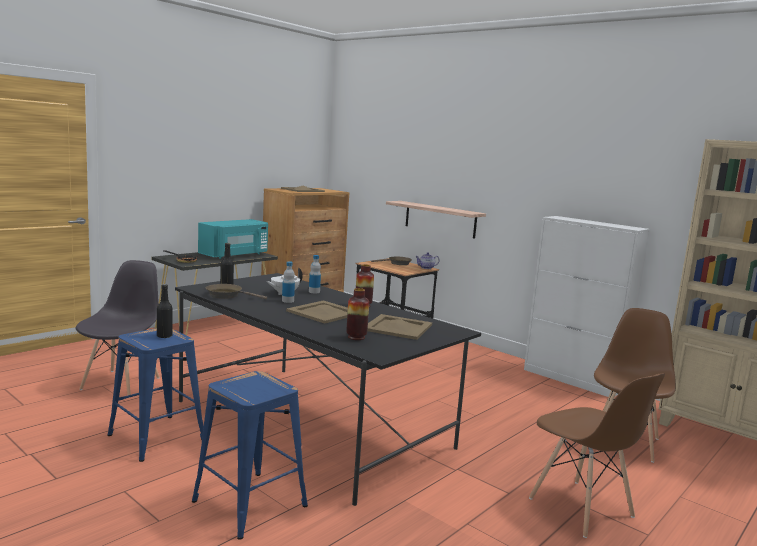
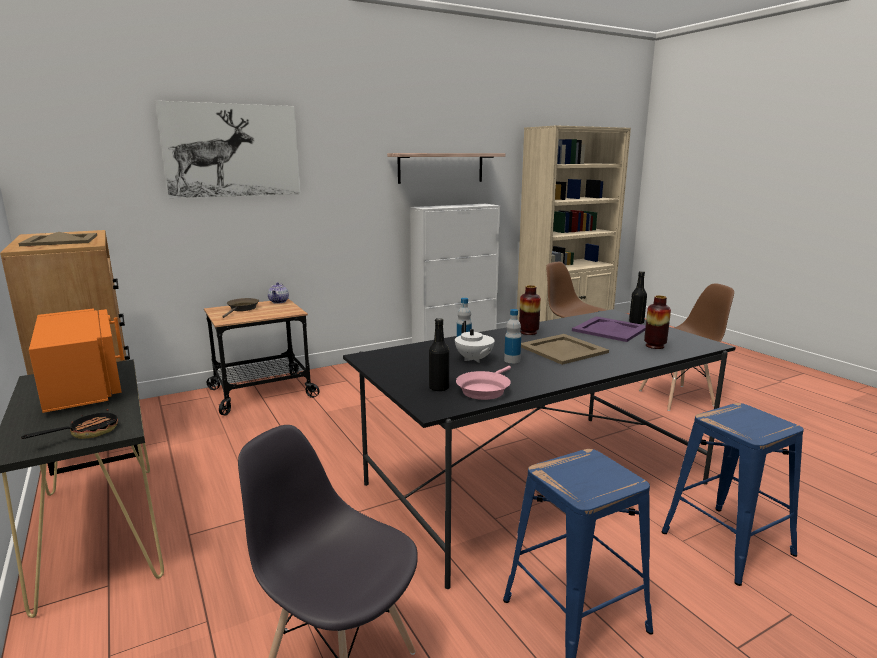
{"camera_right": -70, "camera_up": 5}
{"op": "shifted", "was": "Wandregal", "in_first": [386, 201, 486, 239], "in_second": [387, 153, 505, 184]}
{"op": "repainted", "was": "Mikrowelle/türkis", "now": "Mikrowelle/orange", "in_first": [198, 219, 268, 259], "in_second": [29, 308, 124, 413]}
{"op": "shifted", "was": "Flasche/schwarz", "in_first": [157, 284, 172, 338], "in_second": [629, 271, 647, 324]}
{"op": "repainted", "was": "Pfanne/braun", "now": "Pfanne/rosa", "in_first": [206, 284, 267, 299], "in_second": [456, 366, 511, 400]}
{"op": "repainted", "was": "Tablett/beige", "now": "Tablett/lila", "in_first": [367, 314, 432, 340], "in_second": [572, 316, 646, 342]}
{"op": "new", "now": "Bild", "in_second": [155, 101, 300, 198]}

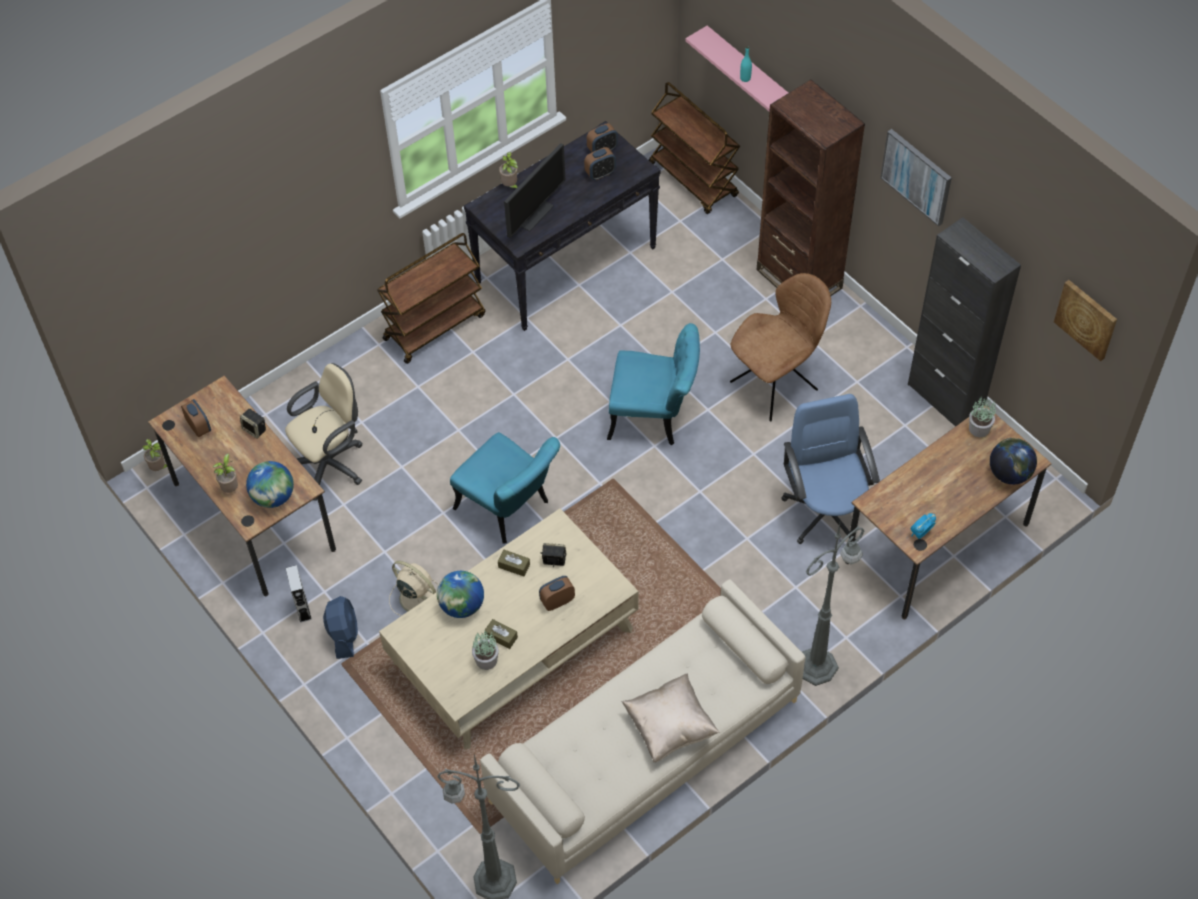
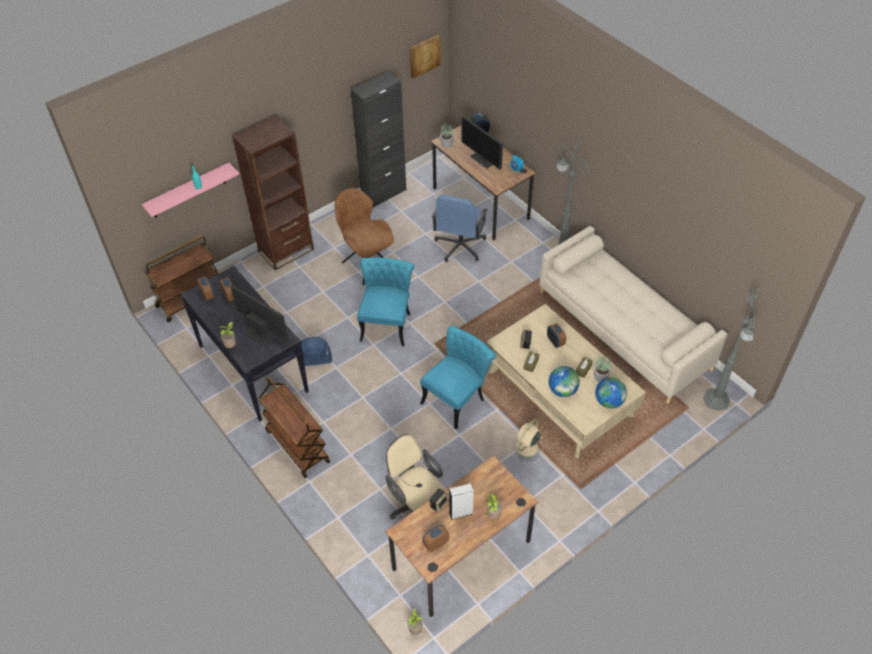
{"camera_right": -90, "camera_up": -5}
{"op": "gone", "was": "Bild", "in_first": [880, 129, 952, 226]}
{"op": "rotated", "was": "Bürostuhl/blau", "in_first": [782, 394, 880, 544], "in_second": [432, 195, 488, 262], "clockwise": -60}
{"op": "shifted", "was": "Globus", "in_first": [246, 461, 294, 508], "in_second": [595, 377, 627, 408]}
{"op": "shifted", "was": "Lautsprecher/grau", "in_first": [286, 565, 312, 623], "in_second": [449, 483, 474, 520]}
{"op": "shifted", "was": "Ventilator/blau", "in_first": [323, 596, 358, 659], "in_second": [301, 337, 332, 366]}
{"op": "gone", "was": "Kissen/beige", "in_first": [622, 674, 719, 762]}
{"op": "new", "now": "Monitor", "in_second": [461, 116, 503, 169]}

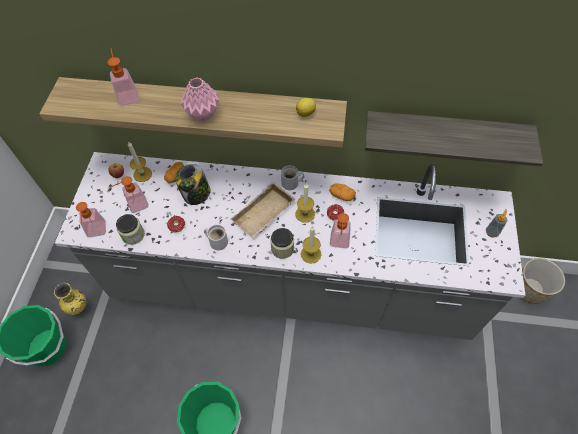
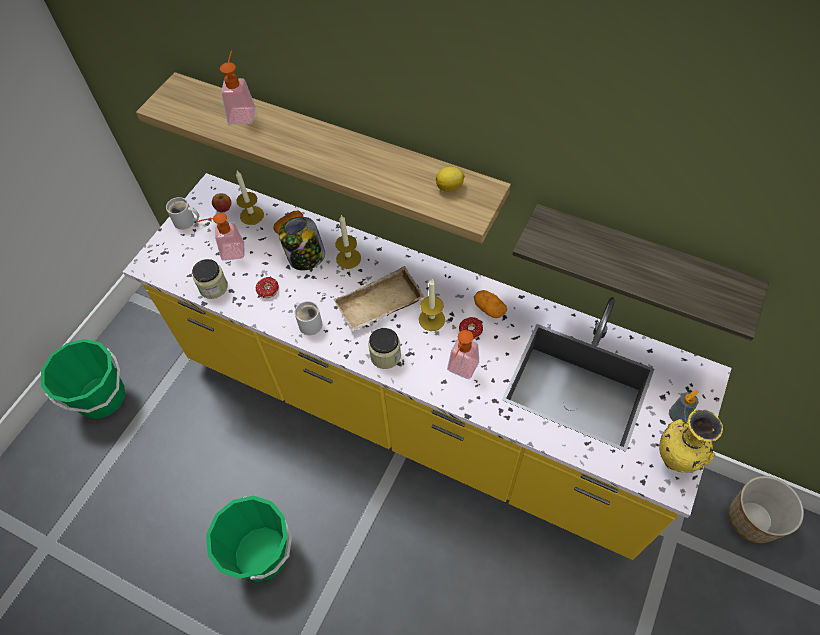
{"camera_right": 20, "camera_up": 0}
{"op": "gone", "was": "Vase/rosa", "in_first": [181, 77, 219, 122]}
{"op": "repainted", "was": "Küchenzeile/grau", "now": "Küchenzeile/gelb", "in_first": [55, 152, 525, 340], "in_second": [123, 173, 731, 560]}
{"op": "shifted", "was": "Henkelbecher/weiß", "in_first": [281, 165, 304, 190], "in_second": [166, 197, 199, 230]}
{"op": "gone", "was": "Seifenspender", "in_first": [76, 202, 106, 238]}
{"op": "shifted", "was": "Kerze", "in_first": [301, 226, 321, 264], "in_second": [335, 214, 361, 269]}
{"op": "shifted", "was": "Vase/gelb", "in_first": [54, 283, 87, 315], "in_second": [659, 409, 723, 473]}

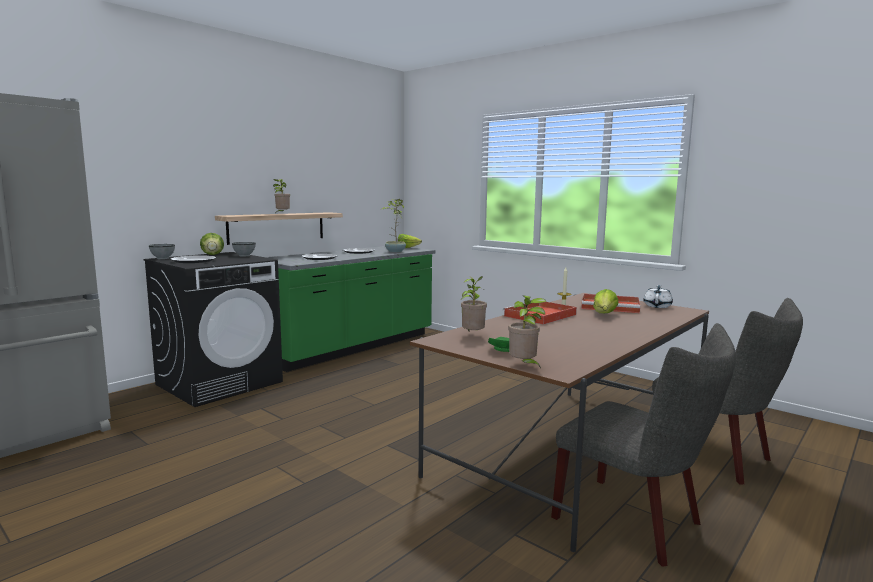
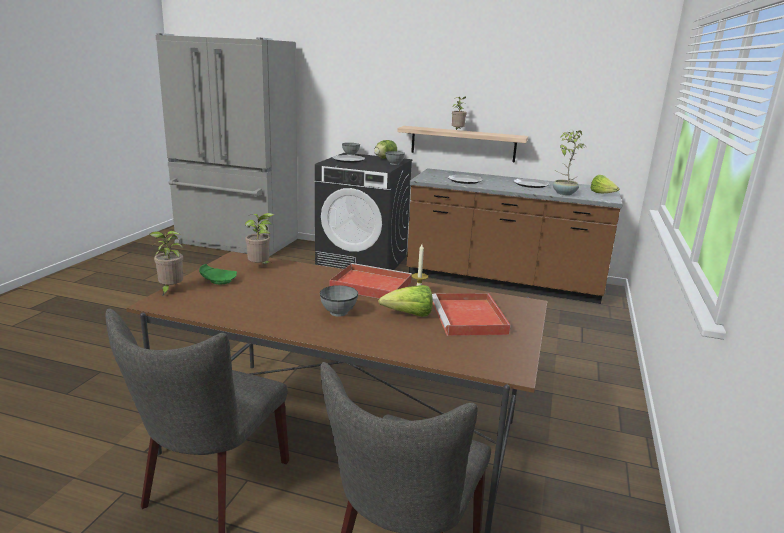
{"camera_right": 65, "camera_up": 10}
{"op": "repainted", "was": "Küchenzeile/grün", "now": "Küchenzeile/braun", "in_first": [266, 246, 436, 372], "in_second": [407, 168, 623, 304]}
{"op": "gone", "was": "Teekanne/weiß", "in_first": [643, 285, 673, 308]}
{"op": "new", "now": "Schüssel/grau", "in_second": [320, 285, 358, 317]}

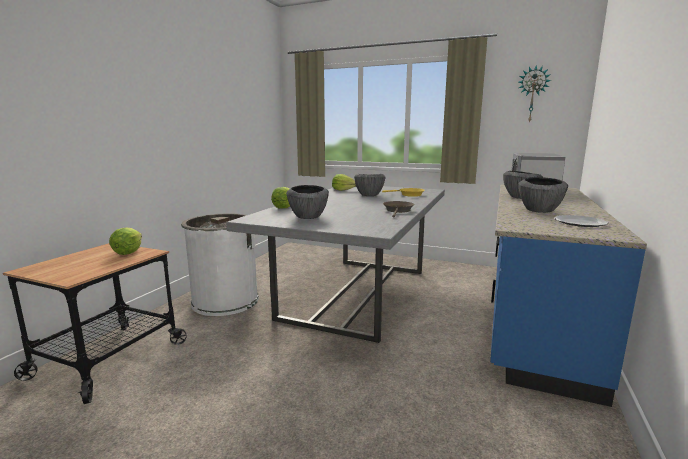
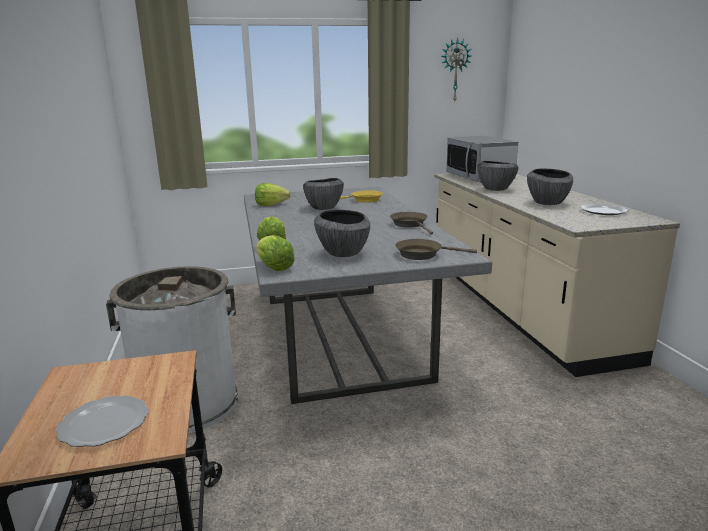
{"camera_right": -35, "camera_up": 5}
{"op": "repainted", "was": "Küchenzeile/blau", "now": "Küchenzeile/beige", "in_first": [490, 185, 647, 407], "in_second": [434, 173, 680, 377]}
{"op": "shifted", "was": "Salatkopf", "in_first": [109, 227, 142, 255], "in_second": [256, 235, 295, 271]}
{"op": "new", "now": "Pfanne/braun", "in_second": [395, 239, 477, 260]}
{"op": "new", "now": "Teller", "in_second": [56, 395, 149, 447]}

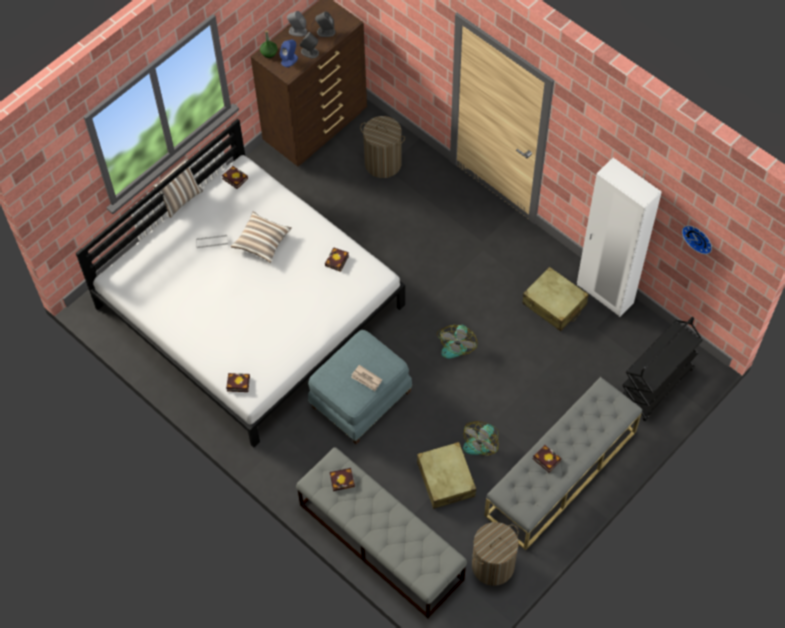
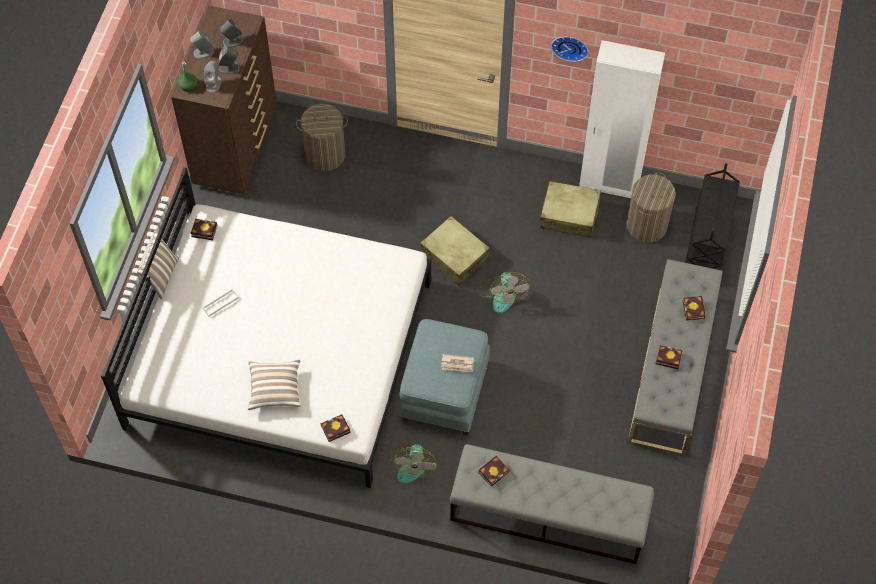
{"camera_right": -30, "camera_up": 0}
{"op": "repainted", "was": "Lautsprecher/blau", "now": "Lautsprecher/grau", "in_first": [280, 40, 298, 67], "in_second": [204, 61, 222, 93]}
{"op": "shifted", "was": "Kissen", "in_first": [231, 211, 292, 263], "in_second": [248, 360, 300, 410]}
{"op": "shifted", "was": "Wanduhr", "in_first": [682, 225, 712, 254], "in_second": [551, 37, 588, 62]}
{"op": "shifted", "was": "Buch", "in_first": [325, 247, 349, 272], "in_second": [683, 296, 706, 321]}
{"op": "shifted", "was": "Ventilator", "in_first": [463, 421, 499, 455], "in_second": [388, 444, 437, 484]}
{"op": "shifted", "was": "Koffer/beige", "in_first": [417, 442, 476, 509], "in_second": [420, 216, 490, 286]}
{"op": "shifted", "was": "Wäschekorb", "in_first": [472, 522, 519, 586], "in_second": [626, 172, 676, 242]}

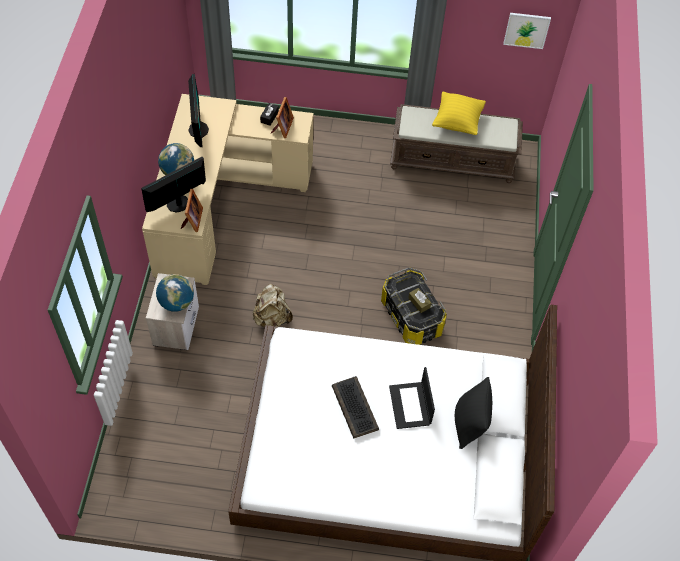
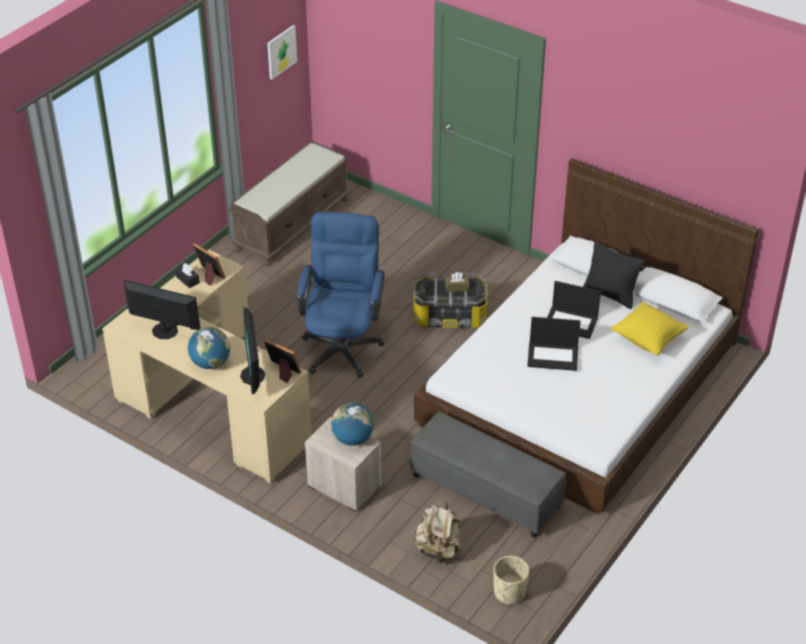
{"camera_right": -60, "camera_up": -15}
{"op": "shifted", "was": "Kissen/gelb", "in_first": [432, 92, 486, 135], "in_second": [611, 302, 689, 355]}
{"op": "shifted", "was": "Rucksack/beige", "in_first": [253, 284, 293, 327], "in_second": [415, 502, 463, 563]}
{"op": "swapped", "was": "Tastatur", "now": "Laptop", "in_first": [332, 376, 379, 438], "in_second": [527, 317, 581, 371]}
{"op": "new", "now": "Bürostuhl/blau", "in_second": [297, 212, 385, 378]}
{"op": "new", "now": "Polsterhocker/grau", "in_second": [410, 411, 566, 538]}
{"op": "new", "now": "Pflanzkübel/beige", "in_second": [493, 556, 529, 605]}

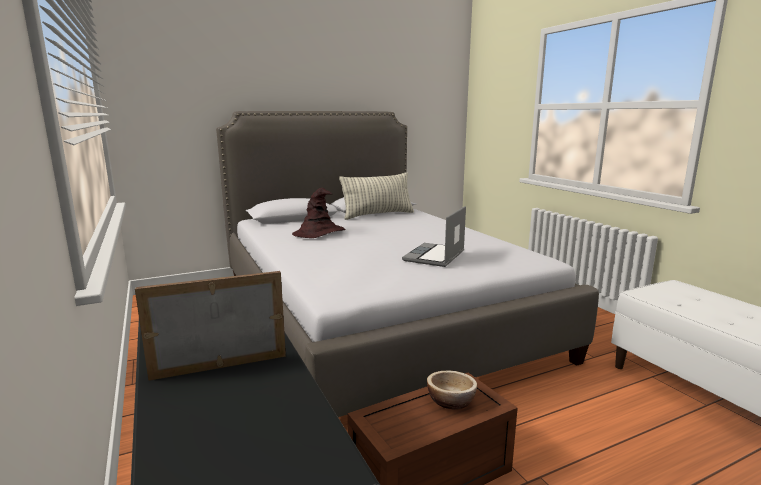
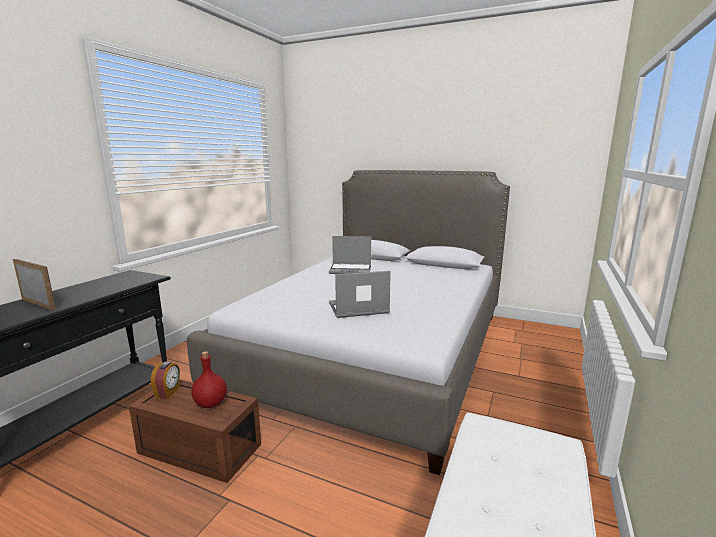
{"camera_right": 50, "camera_up": 0}
{"op": "gone", "was": "Kissen", "in_first": [339, 172, 414, 220]}
{"op": "swapped", "was": "Hut/braun", "now": "Laptop", "in_first": [292, 188, 346, 238], "in_second": [329, 236, 371, 274]}
{"op": "swapped", "was": "Schüssel", "now": "Flasche/rot", "in_first": [427, 371, 477, 409], "in_second": [191, 351, 227, 408]}
{"op": "new", "now": "Wecker", "in_second": [151, 361, 180, 399]}

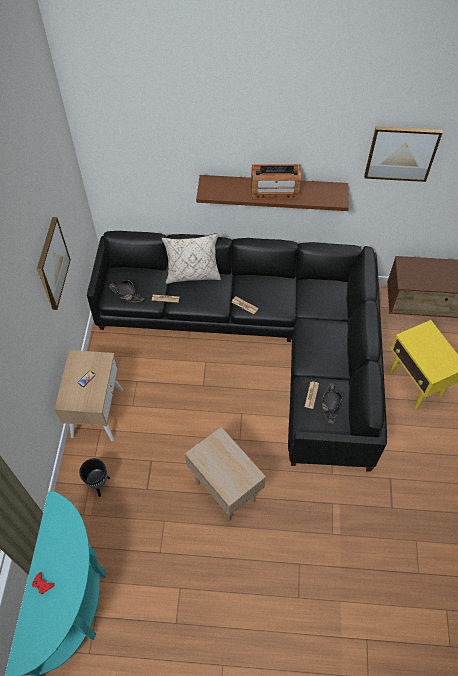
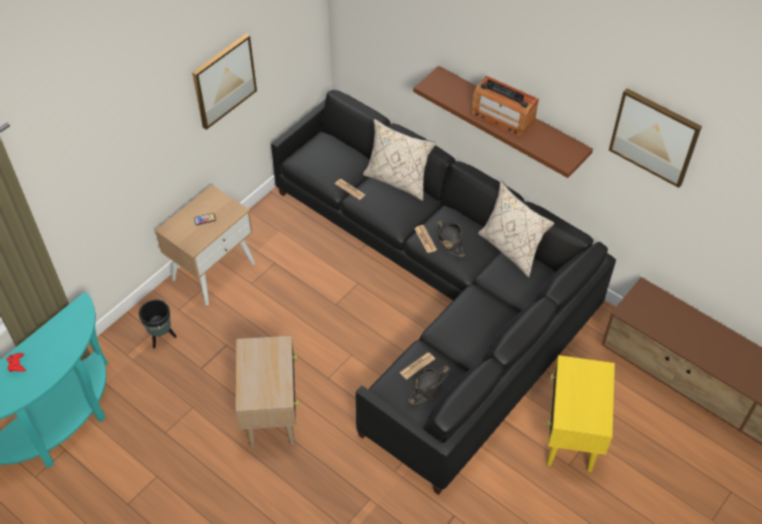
{"camera_right": 35, "camera_up": -5}
{"op": "shifted", "was": "Hut/schwarz", "in_first": [109, 280, 145, 302], "in_second": [436, 221, 465, 257]}
{"op": "new", "now": "Kissen/beige", "in_second": [478, 181, 554, 277]}

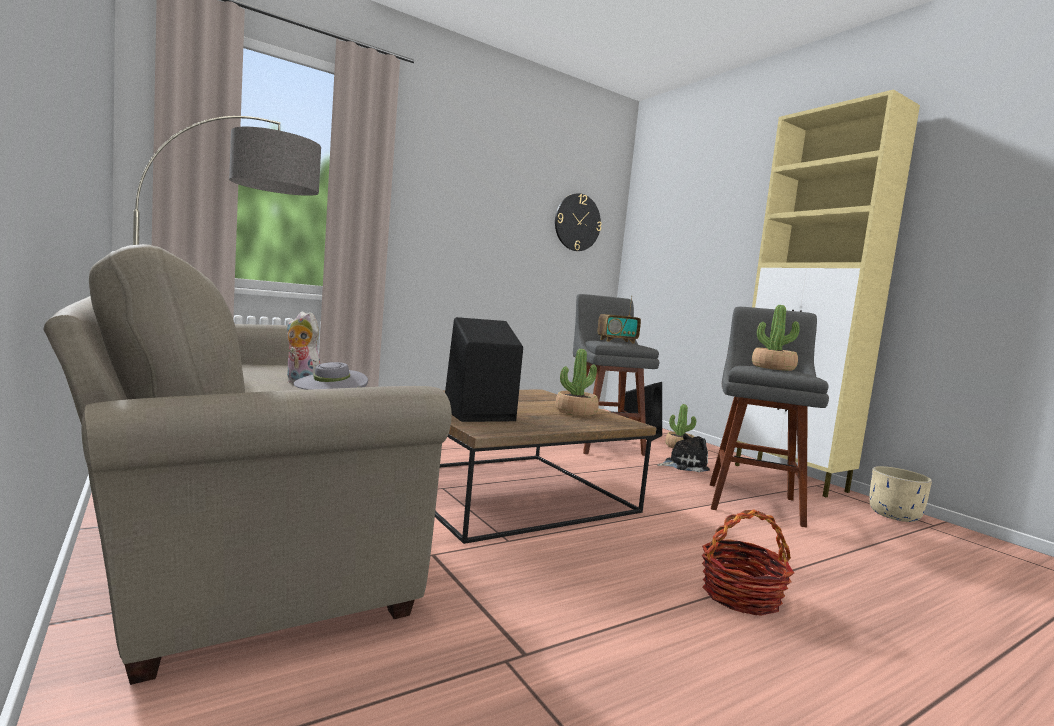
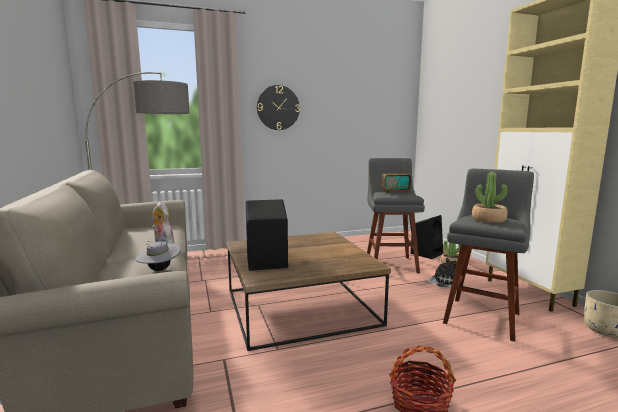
{"camera_right": 15, "camera_up": 5}
{"op": "shifted", "was": "Wanduhr", "in_first": [555, 193, 602, 251], "in_second": [257, 85, 300, 130]}
{"op": "gone", "was": "Topfpflanze", "in_first": [555, 349, 599, 416]}

